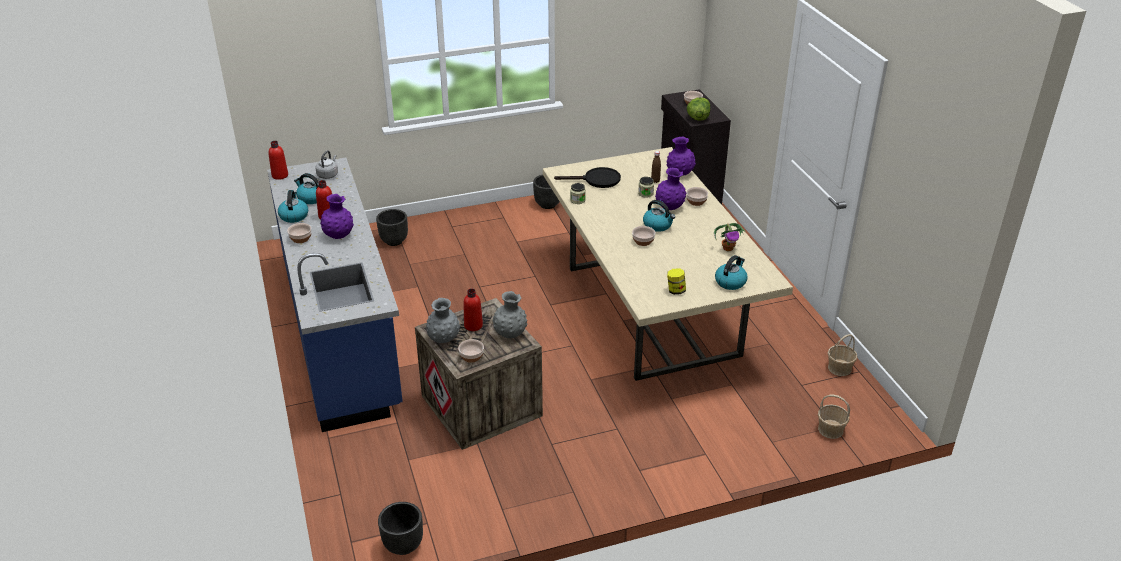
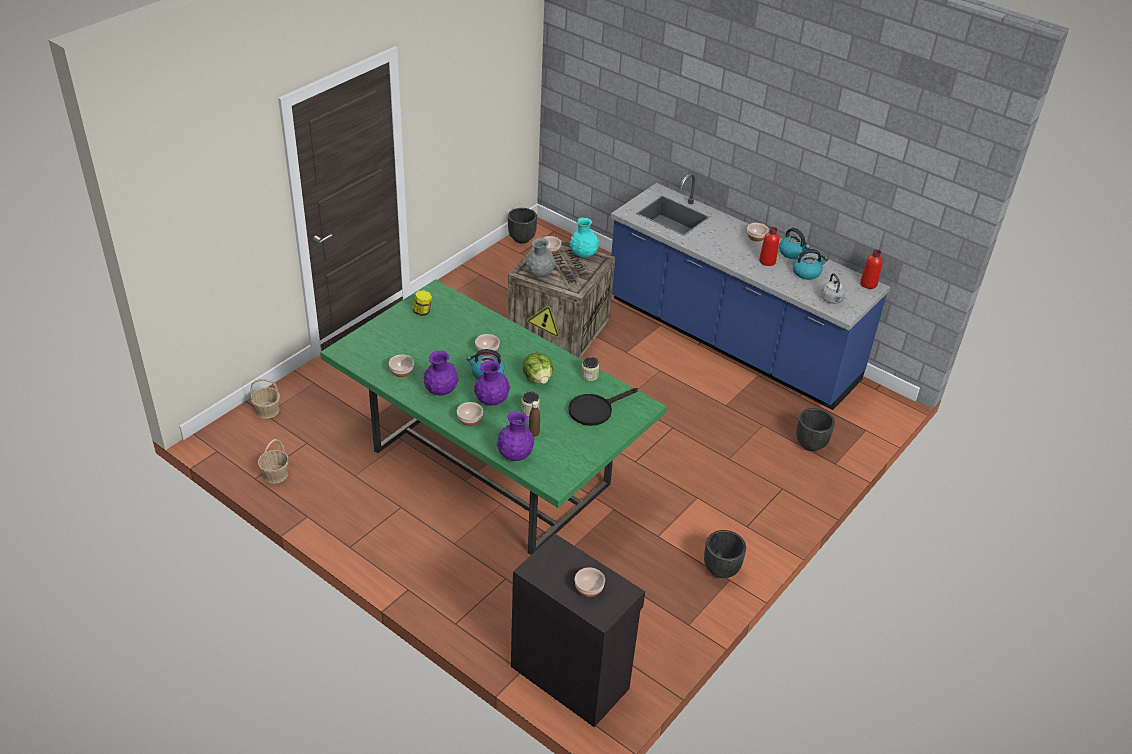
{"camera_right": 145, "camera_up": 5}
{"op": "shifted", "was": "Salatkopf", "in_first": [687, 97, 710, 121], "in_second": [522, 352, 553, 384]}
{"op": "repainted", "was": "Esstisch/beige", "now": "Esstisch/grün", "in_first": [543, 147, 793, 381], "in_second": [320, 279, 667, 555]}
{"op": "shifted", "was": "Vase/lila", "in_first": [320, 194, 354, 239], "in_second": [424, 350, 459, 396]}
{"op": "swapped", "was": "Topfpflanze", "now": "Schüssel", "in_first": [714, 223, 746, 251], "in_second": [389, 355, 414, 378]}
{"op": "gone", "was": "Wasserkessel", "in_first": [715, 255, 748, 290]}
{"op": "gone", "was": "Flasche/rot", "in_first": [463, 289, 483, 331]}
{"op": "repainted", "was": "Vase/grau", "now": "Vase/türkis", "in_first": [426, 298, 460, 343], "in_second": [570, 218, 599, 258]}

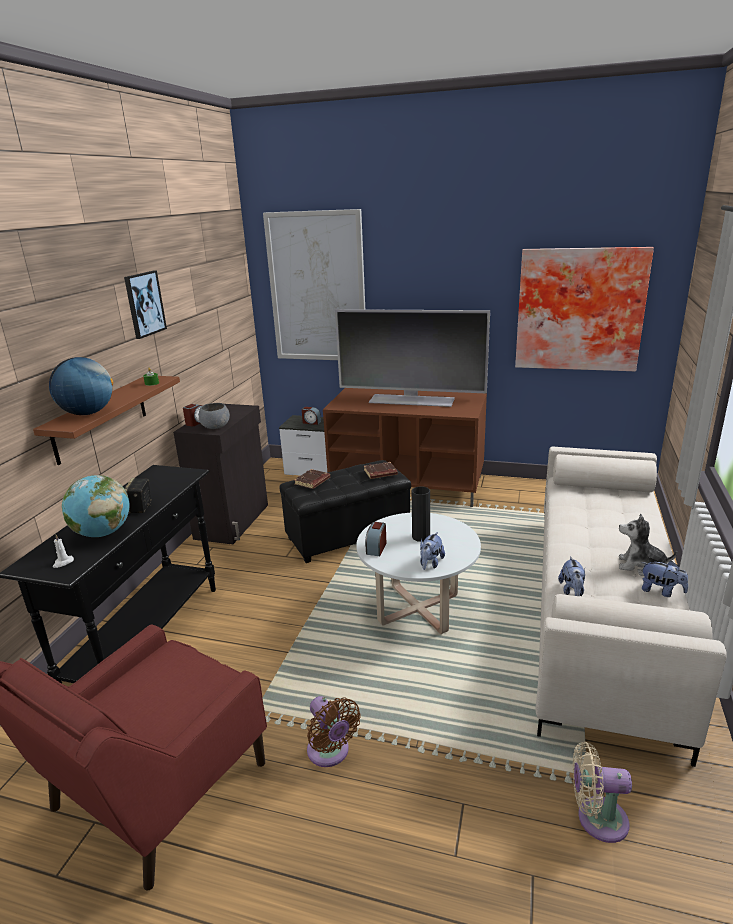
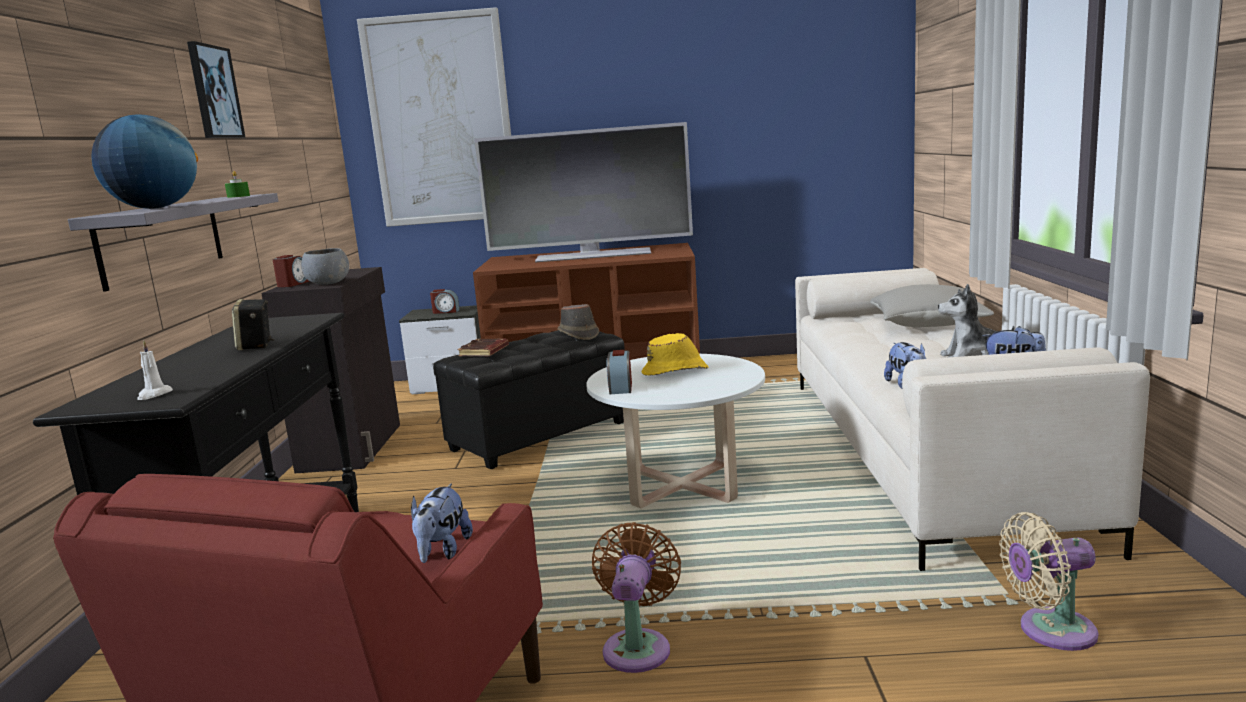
{"camera_right": -15, "camera_up": -10}
{"op": "gone", "was": "Bild", "in_first": [515, 247, 654, 371]}
{"op": "repainted", "was": "Wandregal/braun", "now": "Wandregal/grau", "in_first": [33, 376, 180, 465], "in_second": [68, 193, 278, 292]}
{"op": "swapped", "was": "Buch/braun", "now": "Hut/braun", "in_first": [364, 462, 398, 479], "in_second": [557, 304, 599, 340]}
{"op": "gone", "was": "Globus", "in_first": [62, 475, 130, 537]}
{"op": "swapped", "was": "Vase/schwarz", "now": "Hut/gelb", "in_first": [412, 486, 430, 542], "in_second": [641, 333, 708, 376]}
{"op": "shifted", "was": "Plüschtier", "in_first": [420, 532, 445, 570], "in_second": [411, 483, 473, 563]}
{"op": "rotated", "was": "Ventilator/braun", "in_first": [307, 696, 361, 767], "in_second": [592, 522, 681, 673], "clockwise": -120}
{"op": "new", "now": "Kissen/grau", "in_second": [870, 284, 994, 327]}

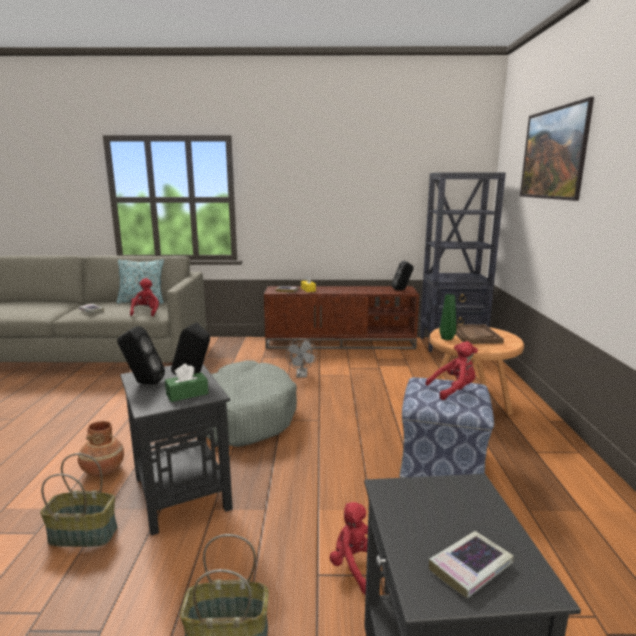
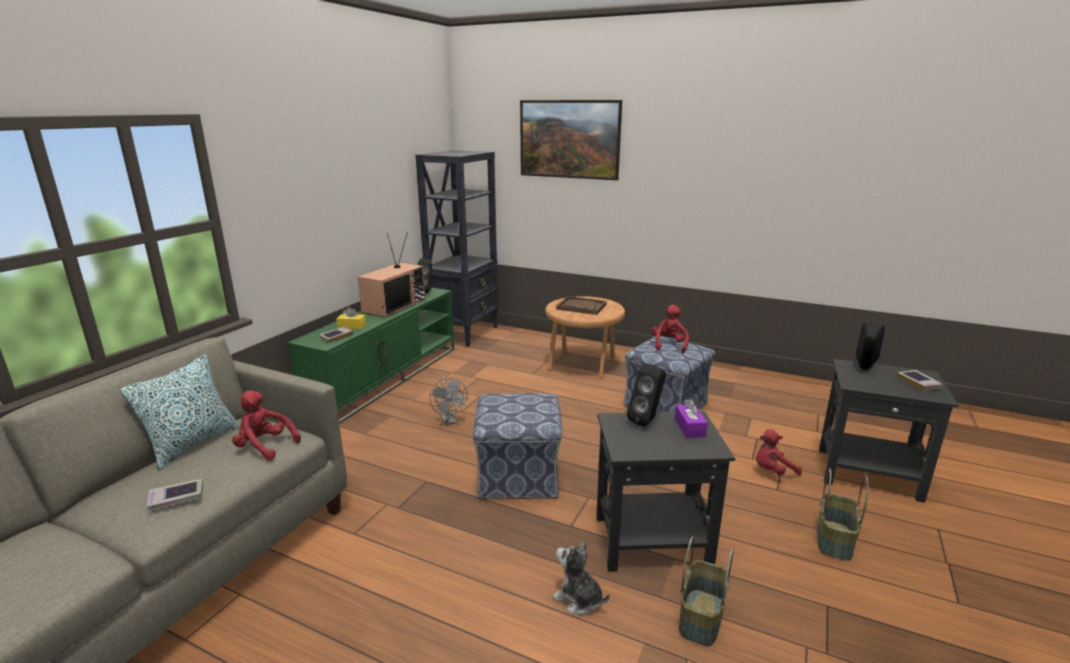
{"camera_right": -65, "camera_up": 5}
{"op": "repainted", "was": "Fernsehschrank/braun", "now": "Fernsehschrank/grün", "in_first": [264, 286, 419, 349], "in_second": [287, 288, 455, 424]}
{"op": "gone", "was": "Vase/grün", "in_first": [439, 294, 456, 340]}
{"op": "shifted", "was": "Lautsprecher/schwarz", "in_first": [117, 326, 165, 384], "in_second": [856, 322, 885, 370]}
{"op": "rotated", "was": "Ventilator/grau", "in_first": [286, 338, 317, 377], "in_second": [429, 378, 468, 425], "clockwise": 45}
{"op": "swapped", "was": "Hundebett/grau", "now": "Polsterhocker", "in_first": [206, 360, 297, 447], "in_second": [473, 393, 562, 499]}
{"op": "repainted", "was": "Taschentuchbox/grün", "now": "Taschentuchbox/lila", "in_first": [165, 364, 208, 402], "in_second": [675, 399, 708, 438]}
{"op": "swapped", "was": "Vase/braun", "now": "Plüschtier", "in_first": [78, 421, 124, 477], "in_second": [552, 540, 610, 615]}
{"op": "new", "now": "Fernseher", "in_second": [358, 232, 425, 318]}

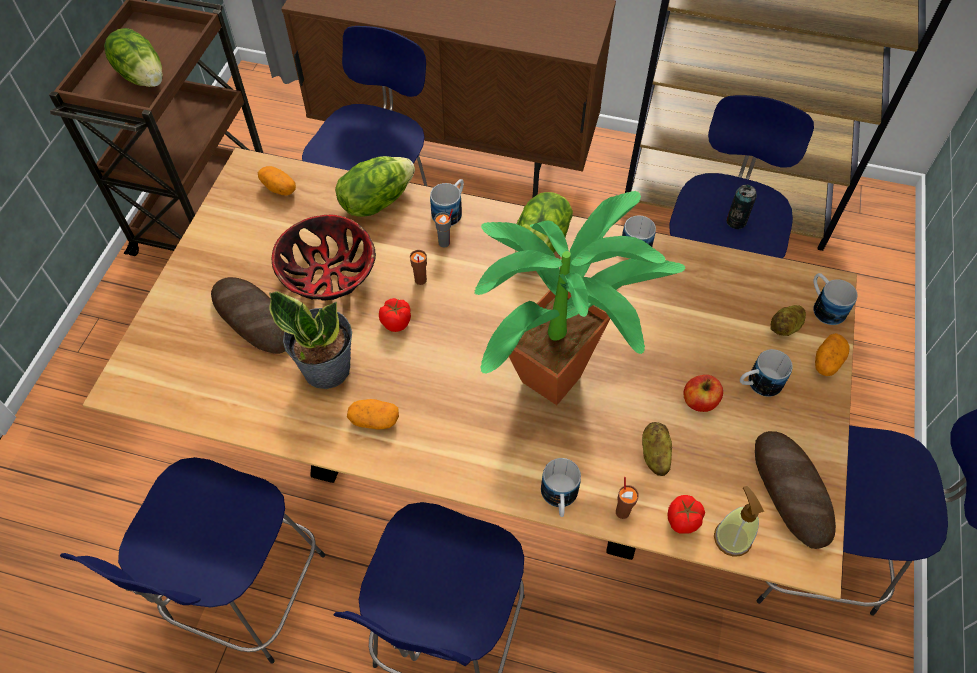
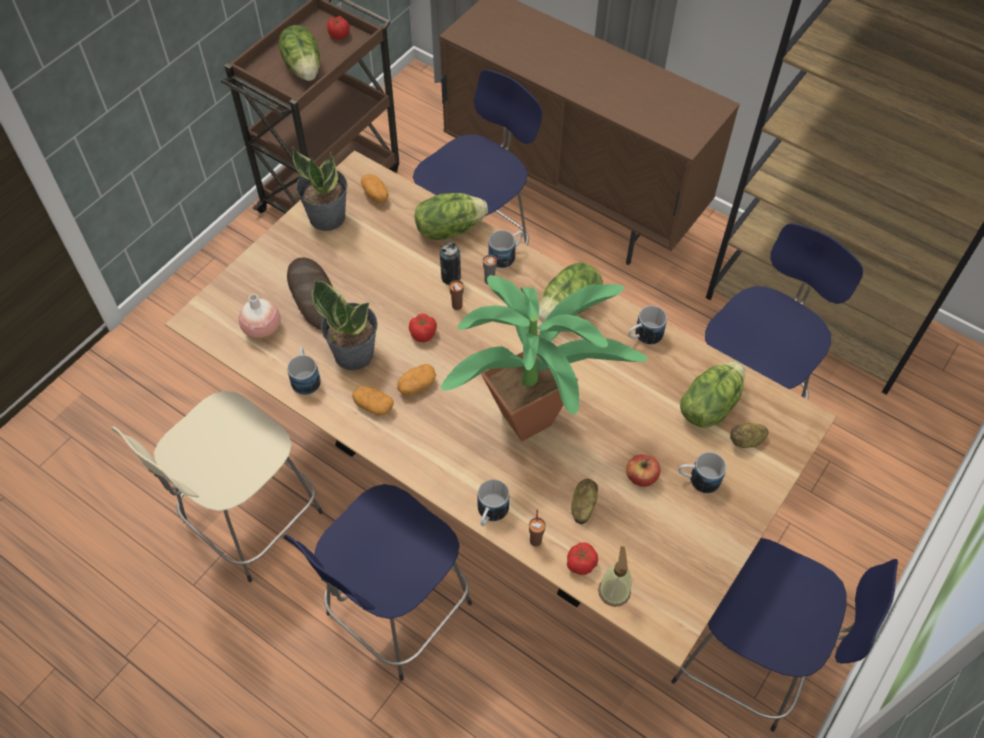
{"camera_right": 20, "camera_up": 0}
{"op": "shifted", "was": "Dose", "in_first": [727, 185, 757, 229], "in_second": [440, 243, 461, 285]}
{"op": "gone", "was": "Schüssel", "in_first": [272, 215, 376, 301]}
{"op": "shifted", "was": "Henkelbecher", "in_first": [813, 273, 857, 325], "in_second": [287, 347, 321, 395]}
{"op": "shifted", "was": "Kartoffel", "in_first": [815, 333, 850, 376], "in_second": [397, 364, 436, 396]}
{"op": "gone", "was": "Brot", "in_first": [755, 431, 836, 549]}
{"op": "repainted", "was": "Hocker/blau", "now": "Hocker/beige", "in_first": [60, 457, 325, 664], "in_second": [111, 391, 323, 582]}
{"op": "new", "now": "Tomate", "in_second": [327, 16, 350, 40]}
{"op": "new", "now": "Topfpflanze", "in_second": [292, 147, 348, 231]}
{"op": "new", "now": "Vase", "in_second": [239, 294, 281, 339]}
{"op": "new", "now": "Salatkopf", "in_second": [680, 362, 745, 428]}

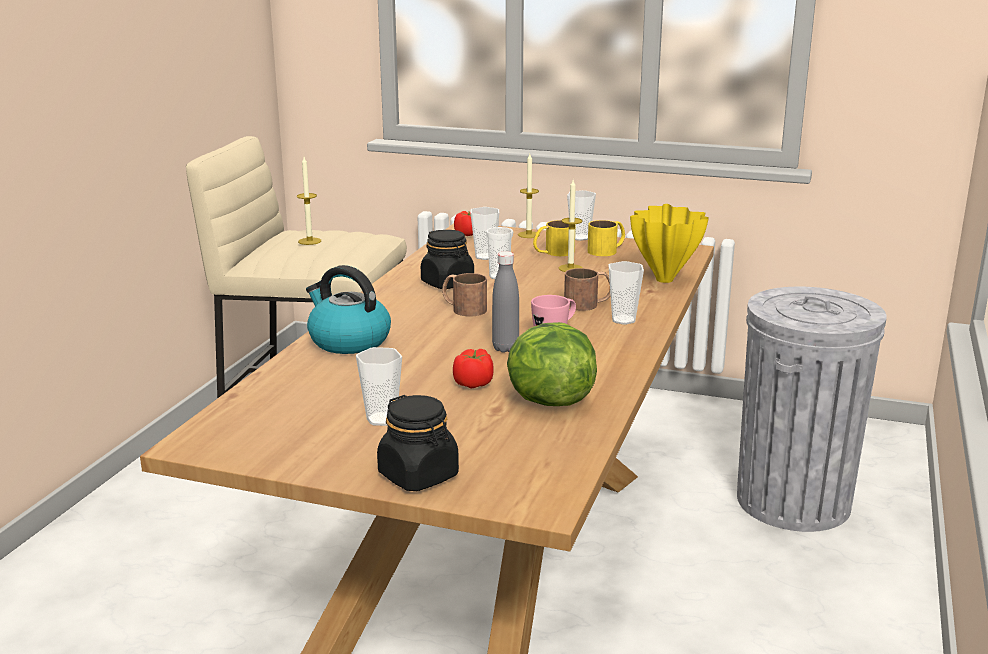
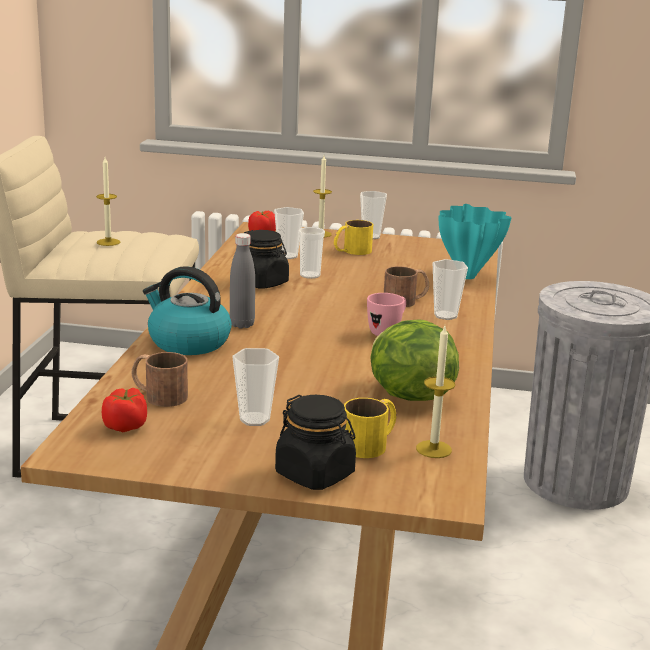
{"camera_right": -10, "camera_up": 0}
{"op": "shifted", "was": "Kerze", "in_first": [558, 180, 583, 272], "in_second": [416, 326, 455, 458]}
{"op": "repainted", "was": "Vase/gelb", "now": "Vase/türkis", "in_first": [630, 204, 709, 283], "in_second": [439, 204, 512, 279]}
{"op": "shifted", "was": "Henkelbecher/gelb", "in_first": [588, 220, 625, 256], "in_second": [344, 398, 396, 458]}
{"op": "shifted", "was": "Flasche/grau", "in_first": [492, 251, 519, 353], "in_second": [230, 233, 255, 328]}
{"op": "shifted", "was": "Henkelbecher/braun", "in_first": [442, 273, 487, 316], "in_second": [132, 352, 188, 407]}
{"op": "shifted", "was": "Tomate", "in_first": [453, 349, 494, 389], "in_second": [102, 388, 147, 432]}

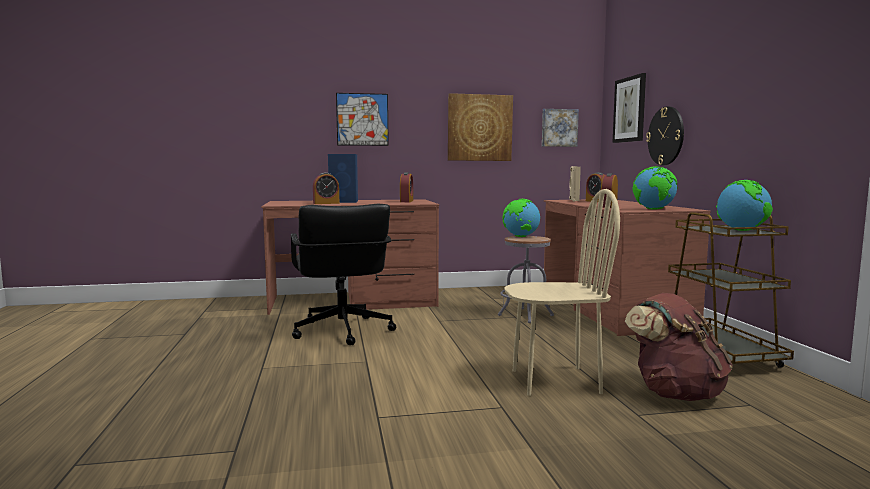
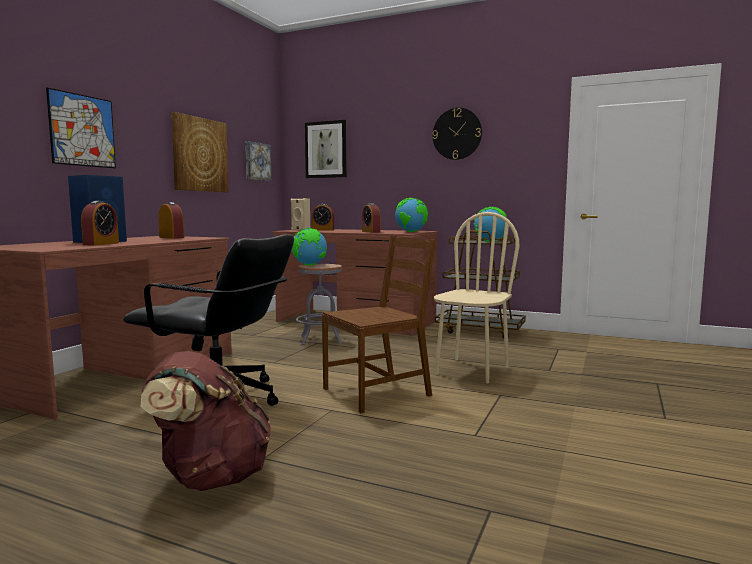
{"camera_right": -55, "camera_up": 0}
{"op": "shifted", "was": "Wanduhr", "in_first": [646, 106, 684, 165], "in_second": [432, 108, 482, 160]}
{"op": "shifted", "was": "Rucksack/braun", "in_first": [625, 293, 733, 401], "in_second": [141, 351, 271, 491]}
{"op": "new", "now": "Stuhl/braun", "in_second": [322, 236, 436, 413]}

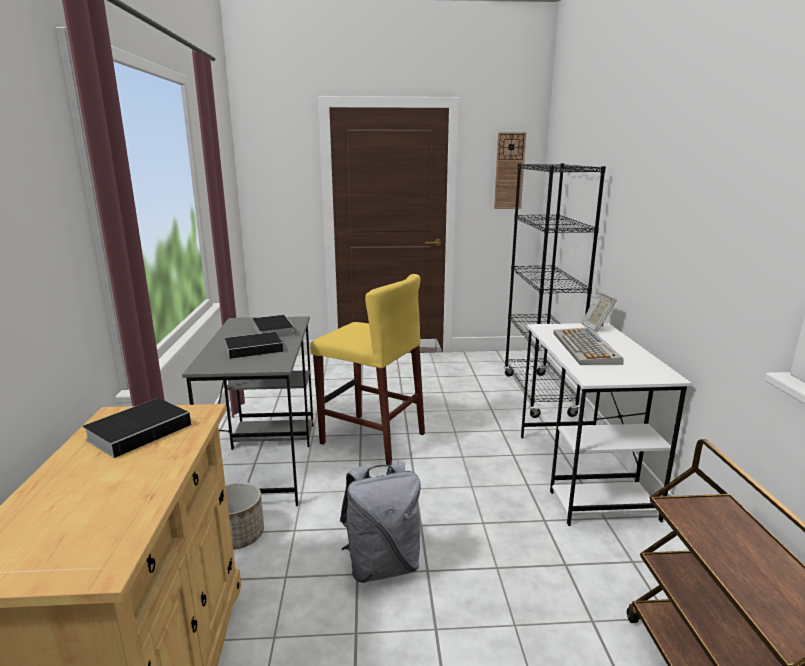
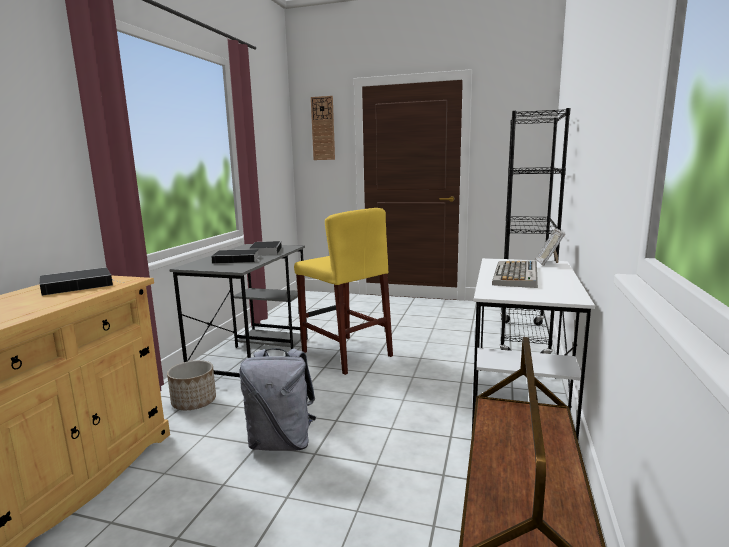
{"camera_right": 20, "camera_up": -5}
{"op": "shifted", "was": "Wanduhr", "in_first": [494, 132, 526, 209], "in_second": [311, 96, 335, 160]}

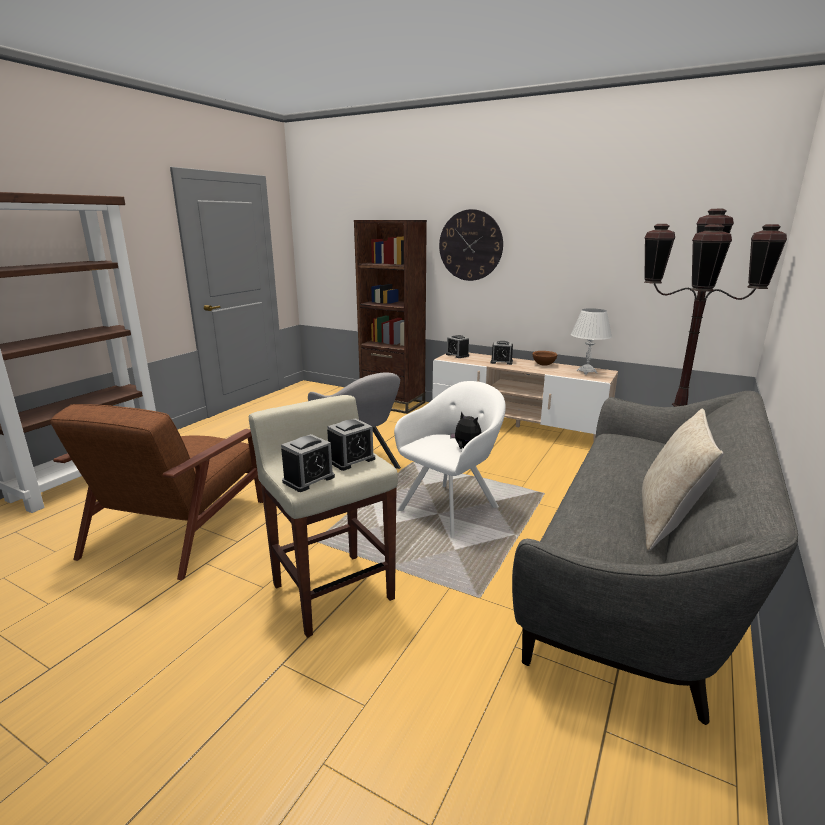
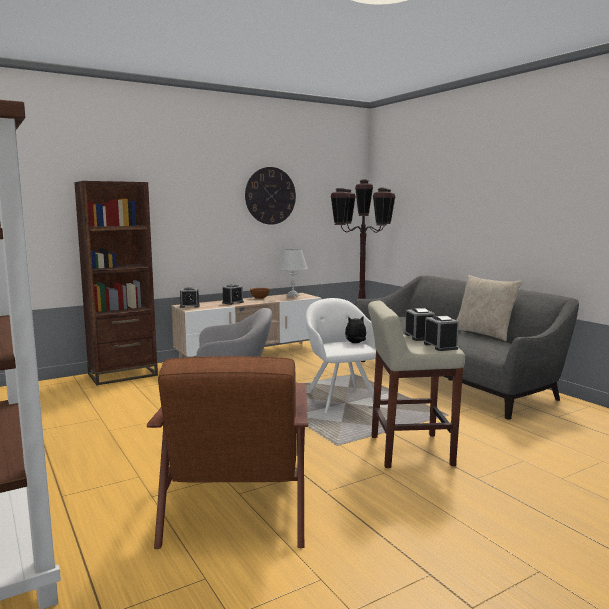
{"camera_right": -60, "camera_up": -10}
{"op": "shifted", "was": "Wanduhr", "in_first": [439, 209, 503, 281], "in_second": [245, 167, 296, 225]}
{"op": "rotated", "was": "Sessel/braun", "in_first": [50, 404, 263, 580], "in_second": [147, 356, 308, 549], "clockwise": 45}

